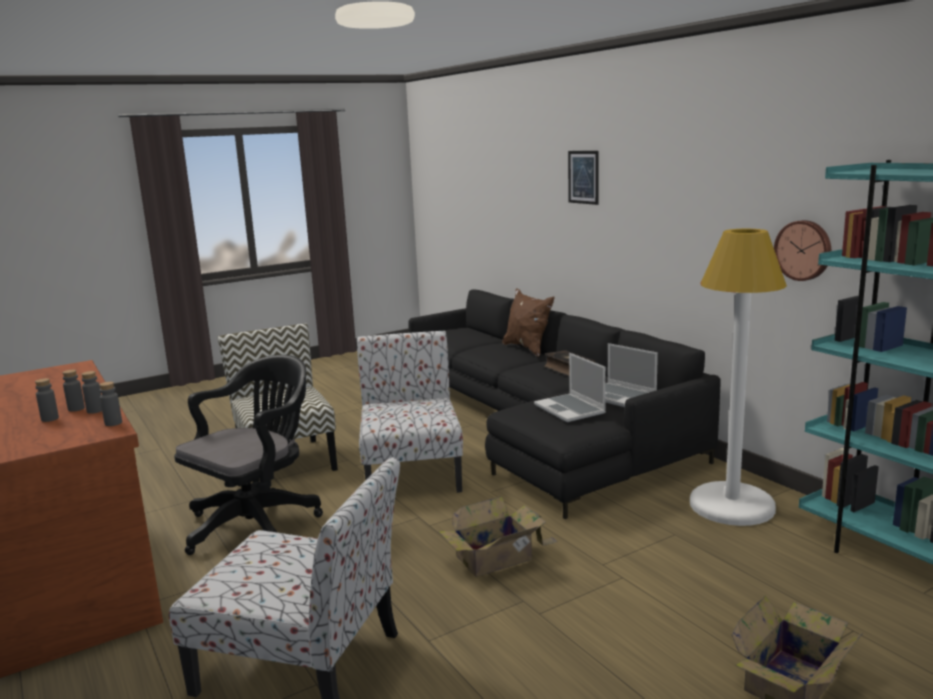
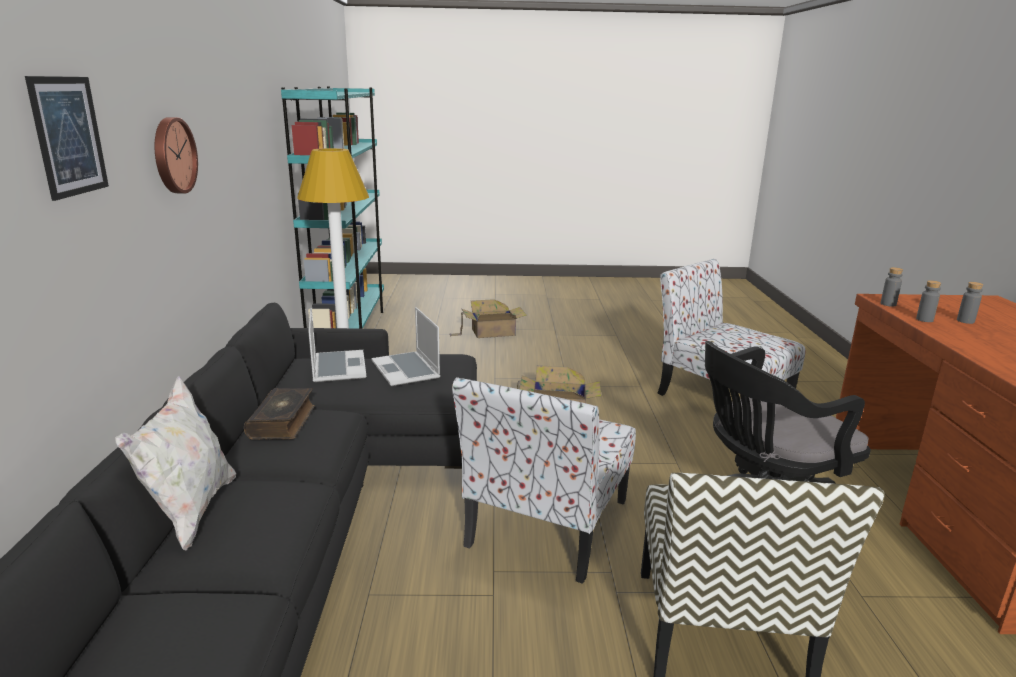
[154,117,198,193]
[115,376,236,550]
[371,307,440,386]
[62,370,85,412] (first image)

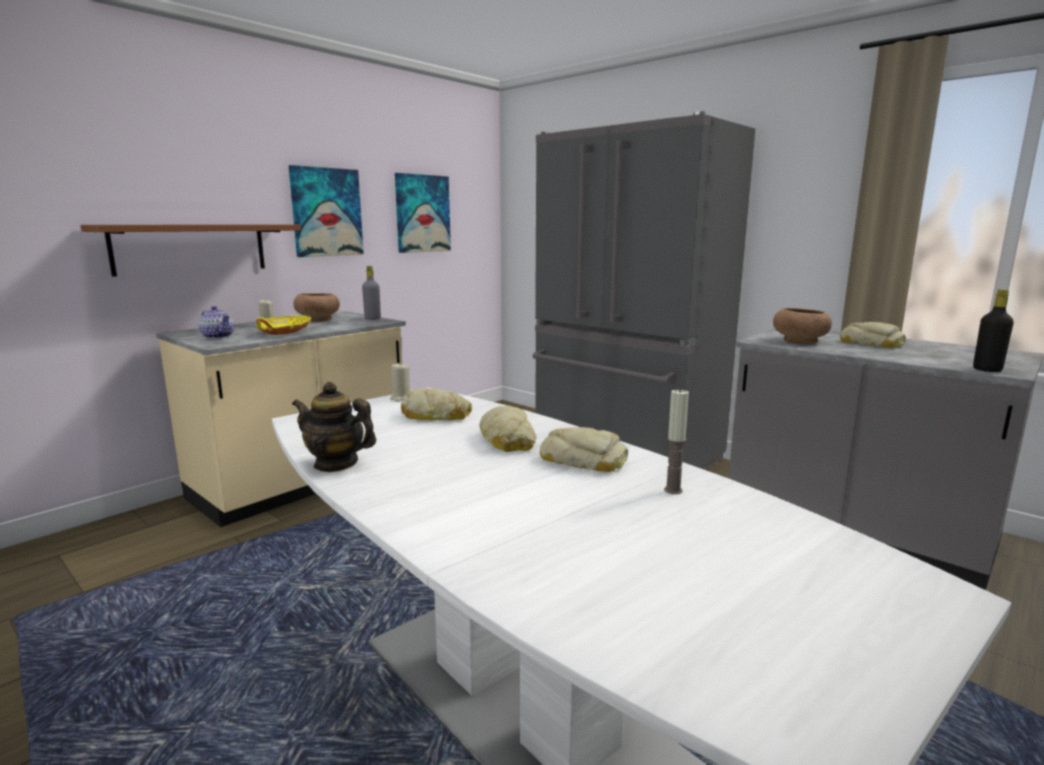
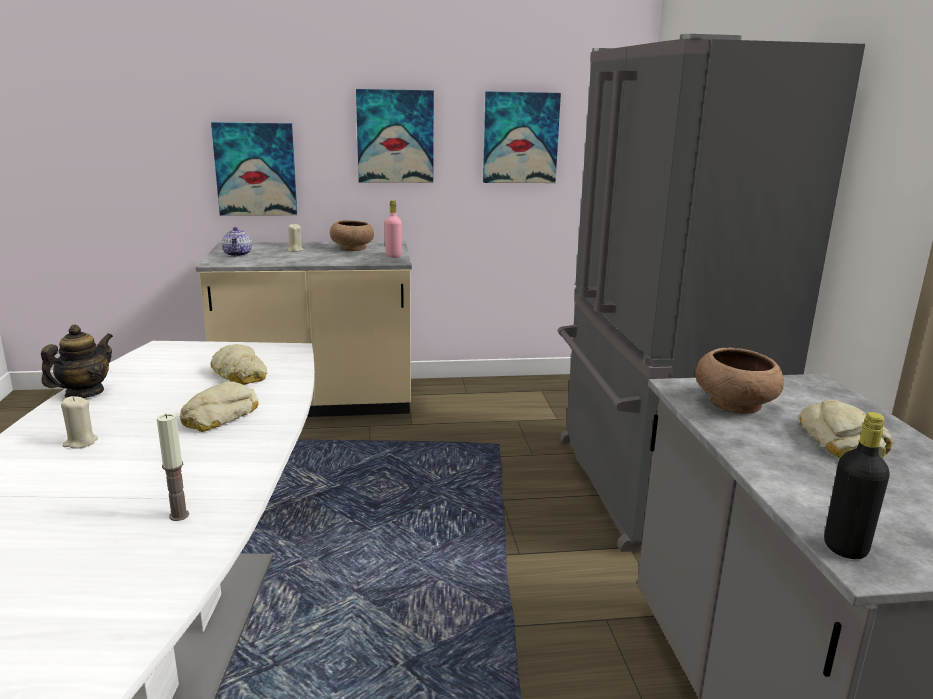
[211,122,297,215]
[385,200,402,258]
[256,315,311,335] (first image)
[61,396,98,449]
[41,324,113,398]
[540,427,628,472] (first image)

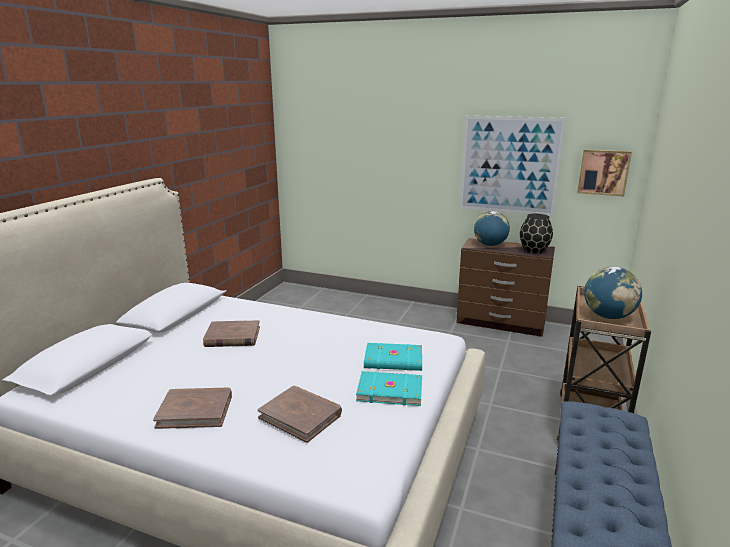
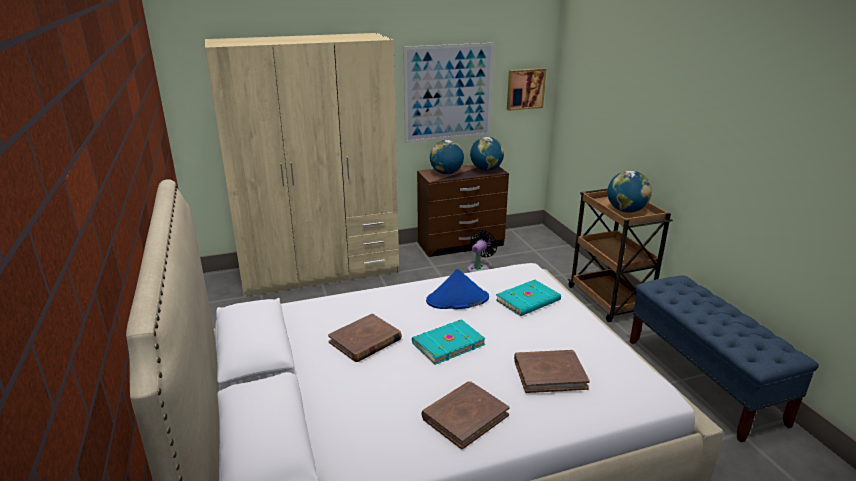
[470,137,504,171]
[412,319,486,365]
[205,33,399,297]
[467,229,497,273]
[426,269,489,309]

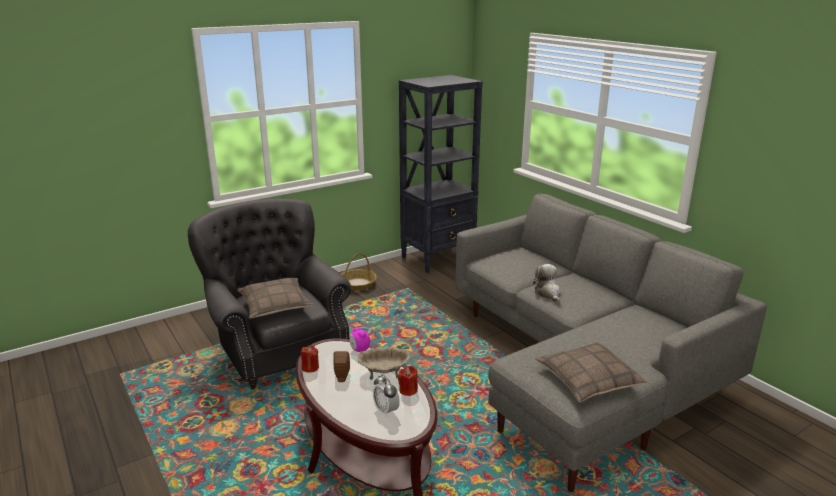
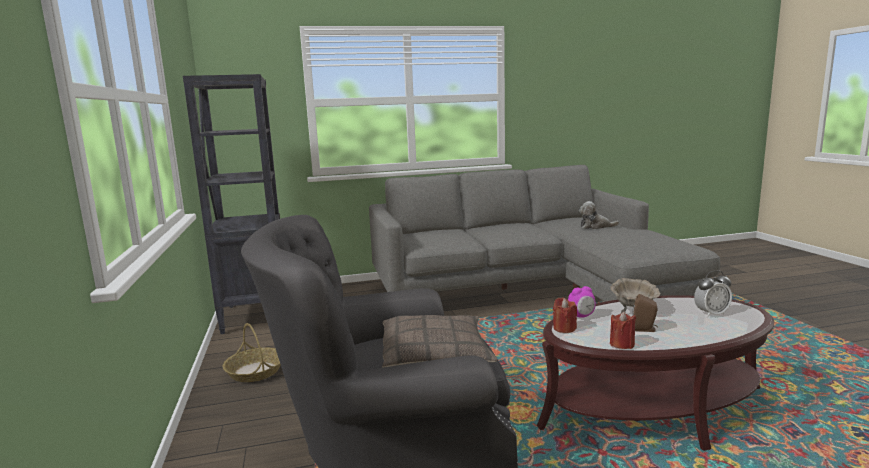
[579,201,619,229]
[535,342,647,402] (first image)
[553,298,577,333]

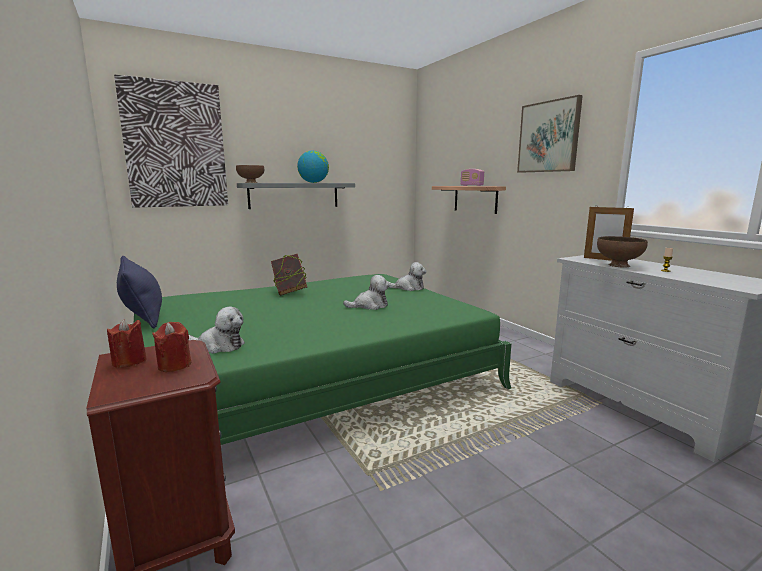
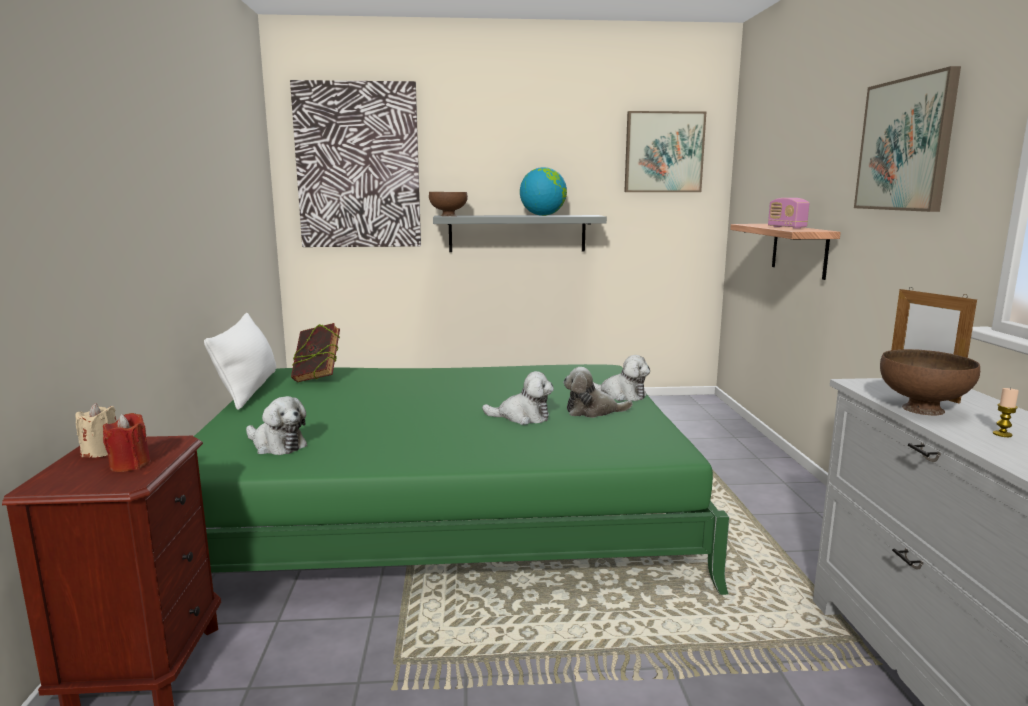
[291,323,340,382]
[204,313,276,410]
[75,403,116,458]
[624,111,706,192]
[563,367,633,418]

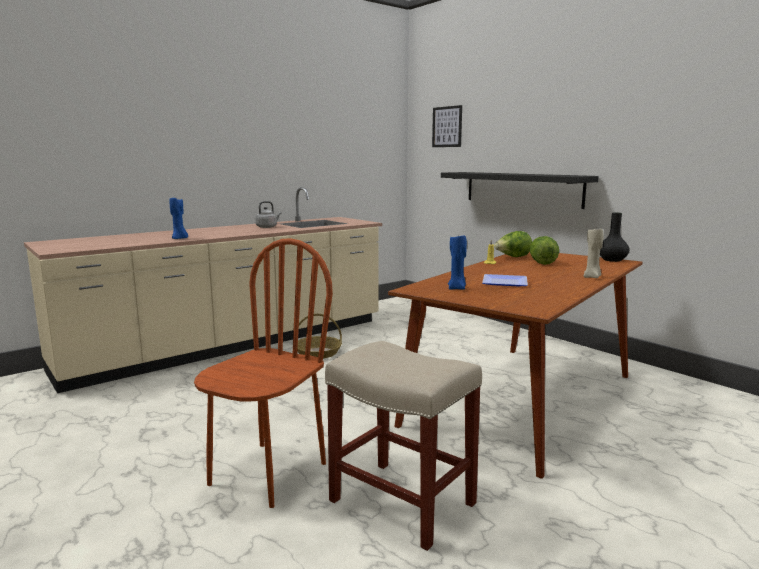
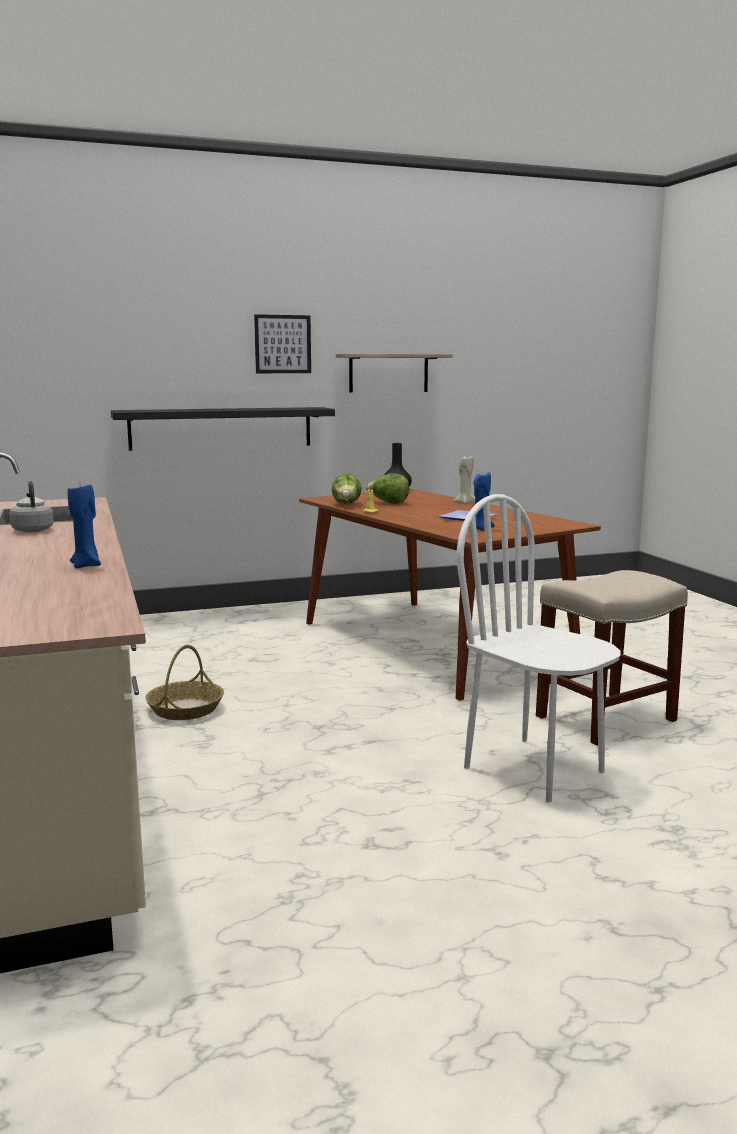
[254,314,311,373]
[457,494,621,803]
[336,354,453,393]

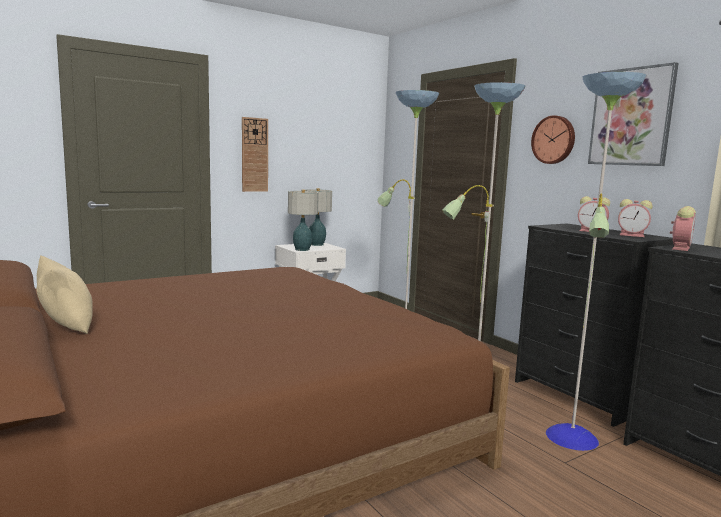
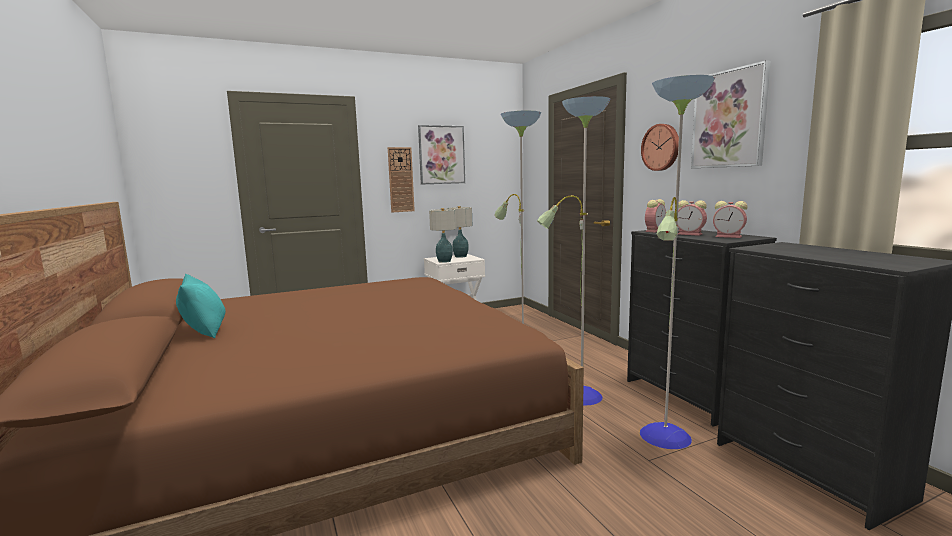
[645,199,666,232]
[176,274,226,338]
[418,125,465,184]

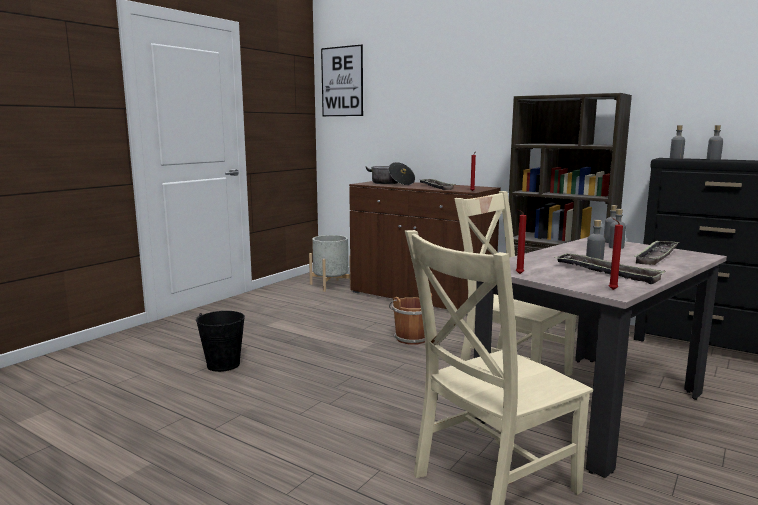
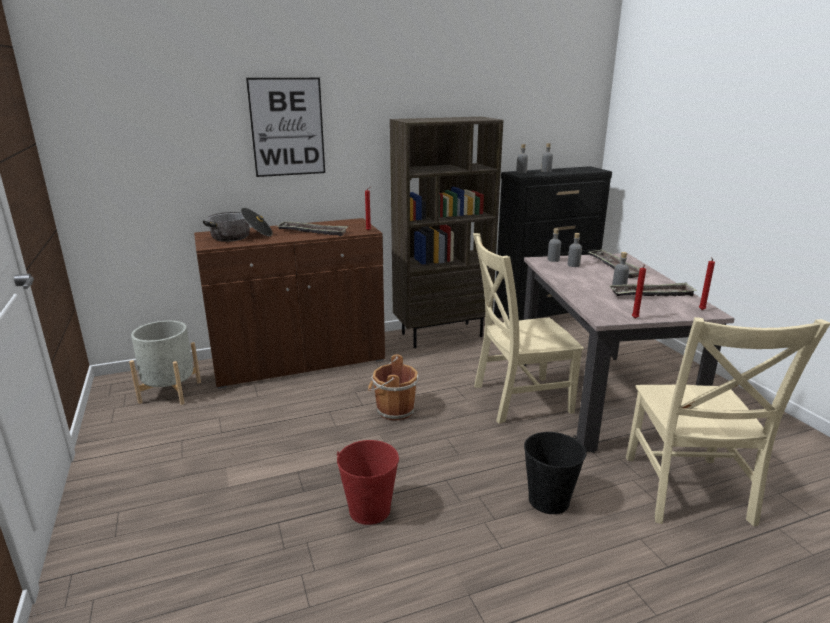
[246,78,325,177]
[524,432,587,514]
[337,440,399,525]

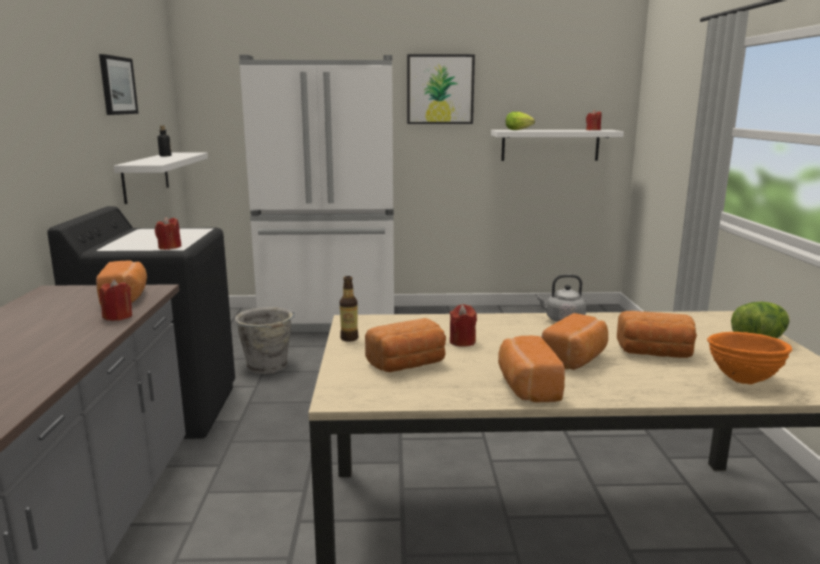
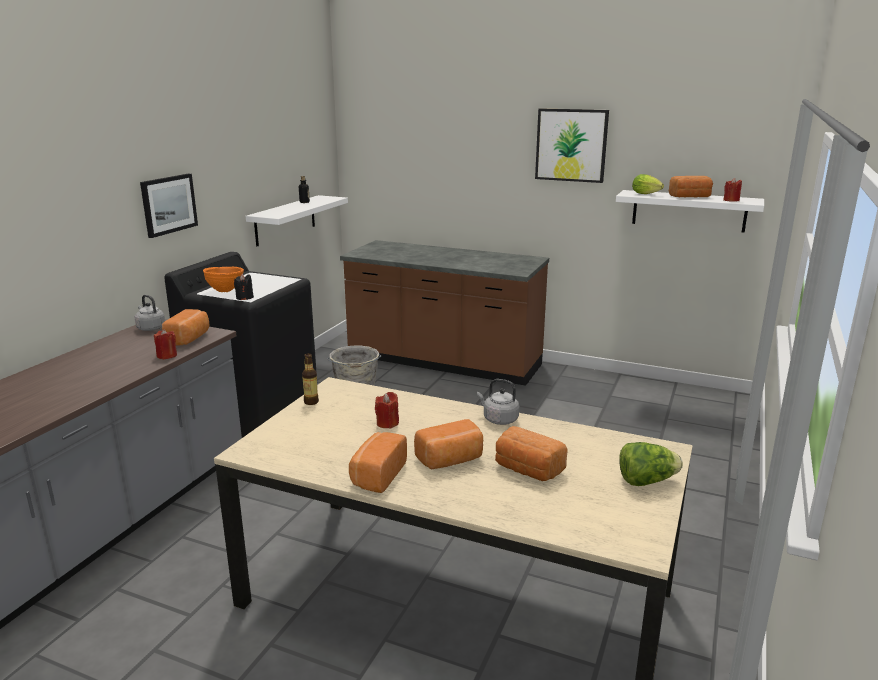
[140,174,198,238]
[340,240,549,386]
[234,274,254,300]
[669,176,713,198]
[203,267,244,292]
[135,295,165,331]

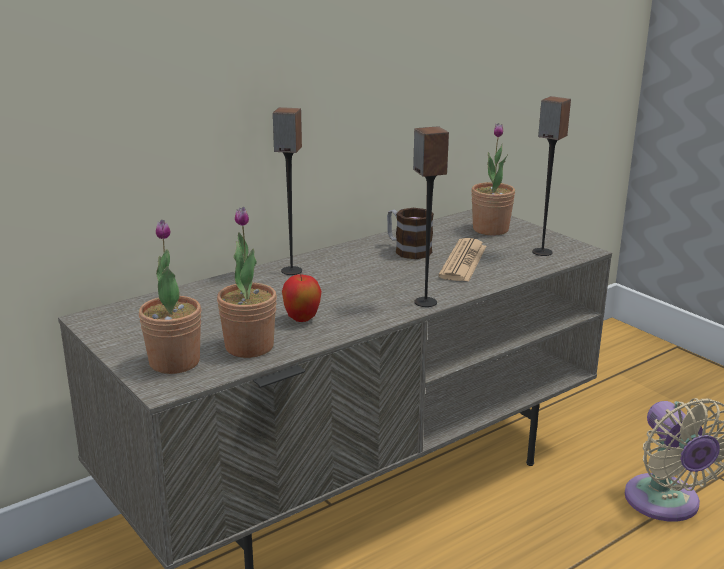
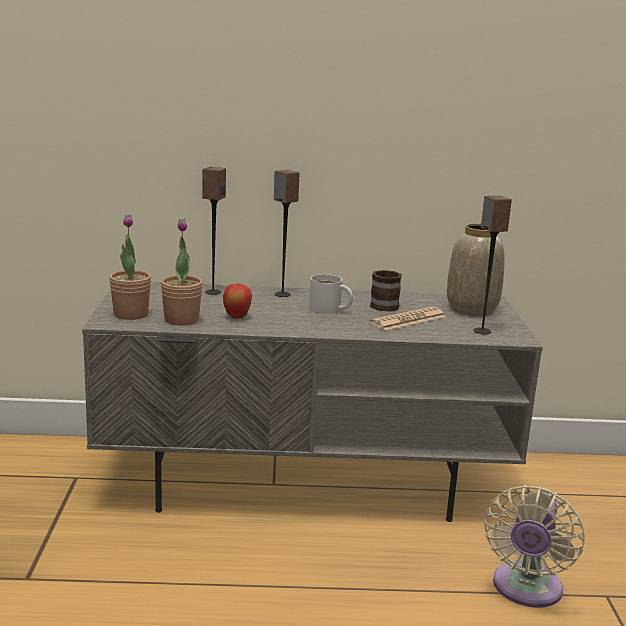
[447,223,505,316]
[202,167,226,295]
[309,274,353,314]

